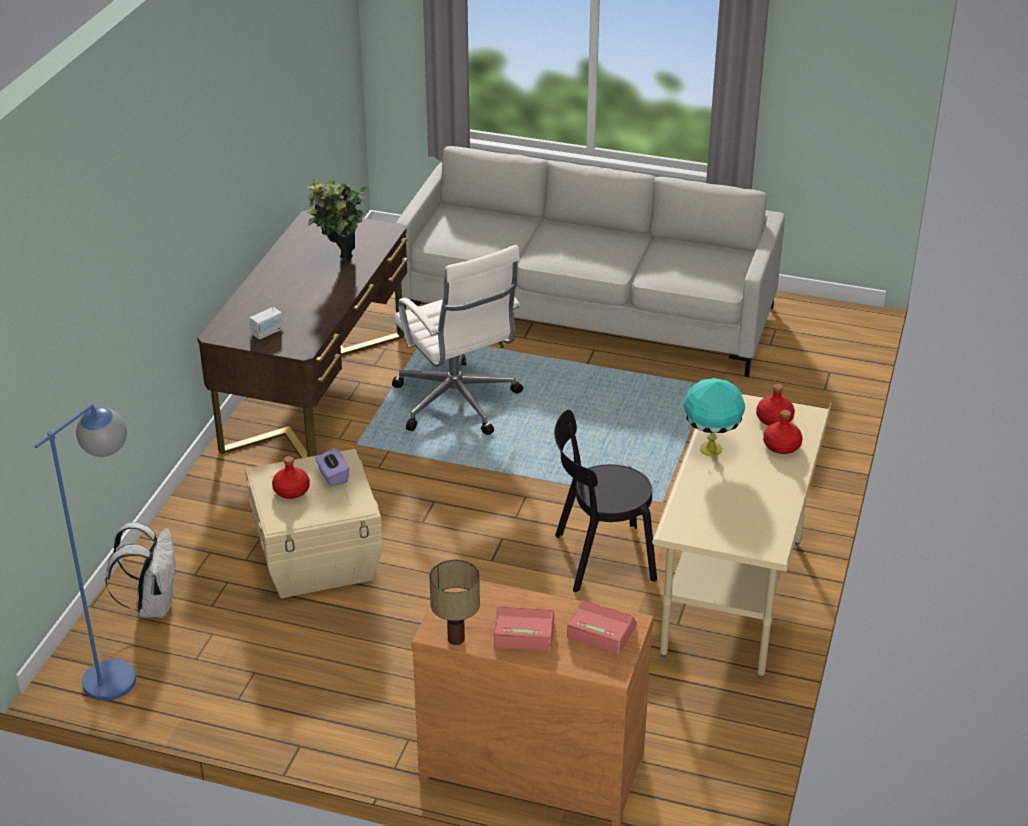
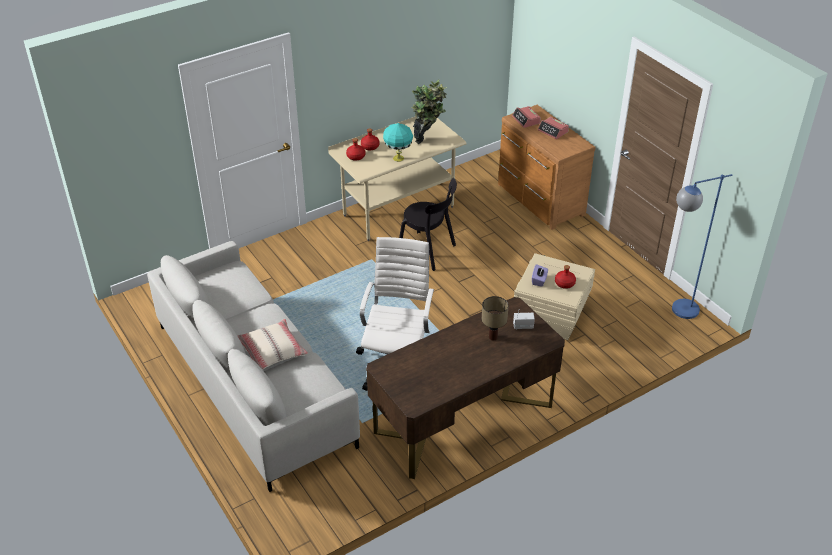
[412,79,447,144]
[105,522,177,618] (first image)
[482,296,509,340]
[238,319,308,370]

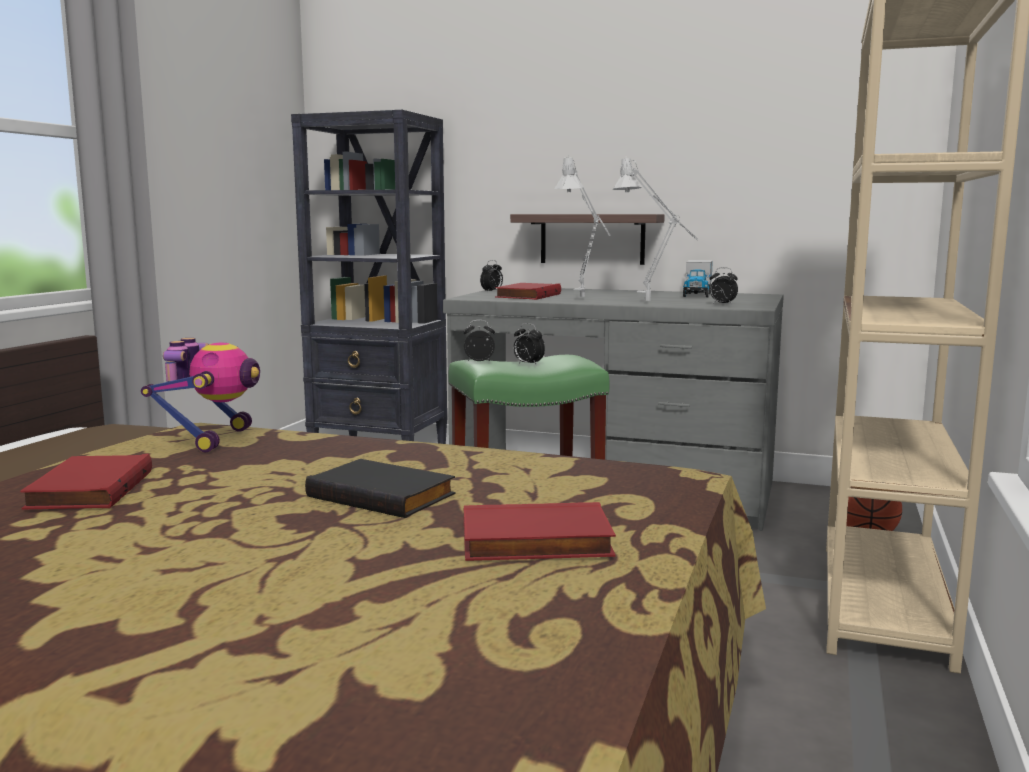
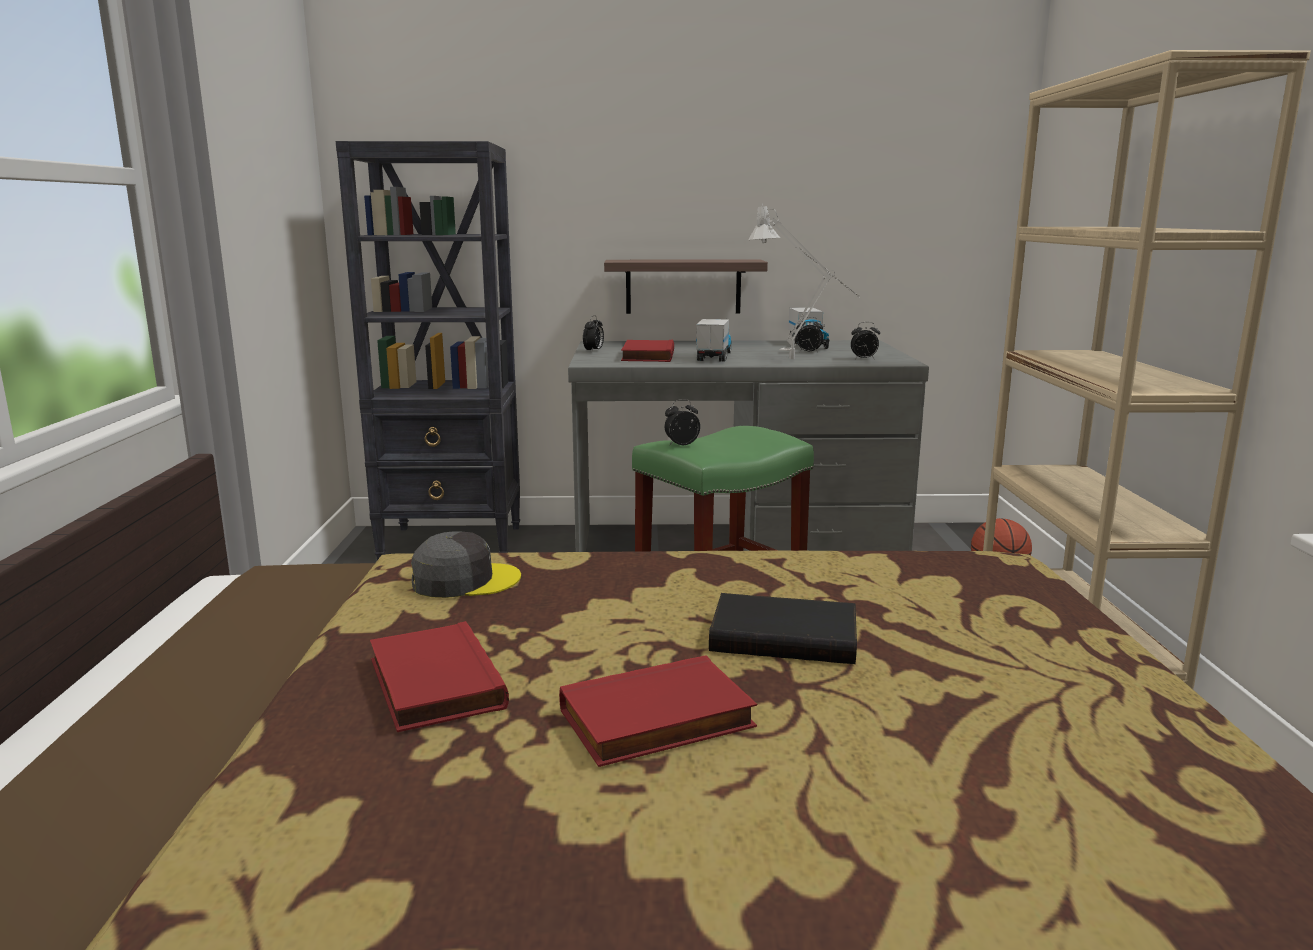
[696,319,732,362]
[796,317,823,353]
[411,531,521,598]
[559,655,757,767]

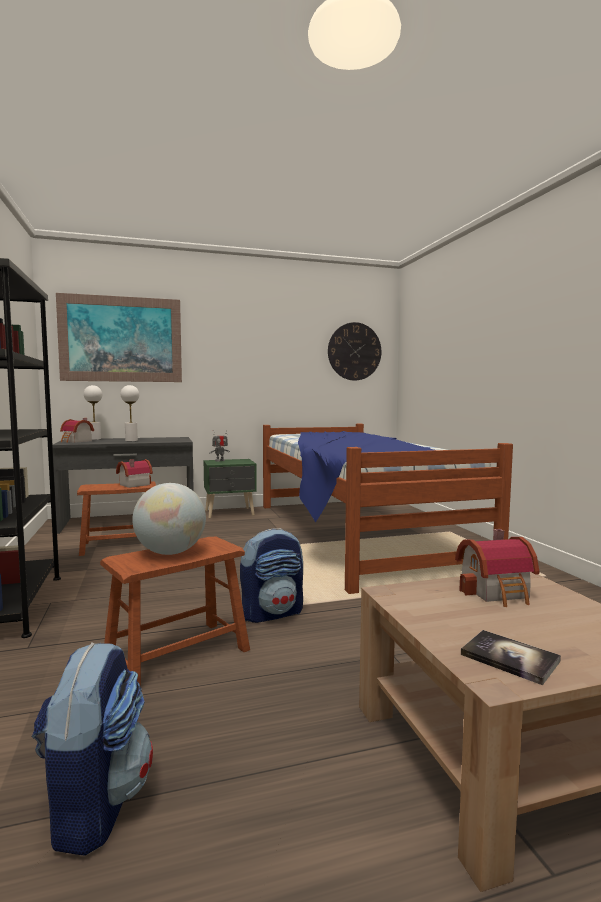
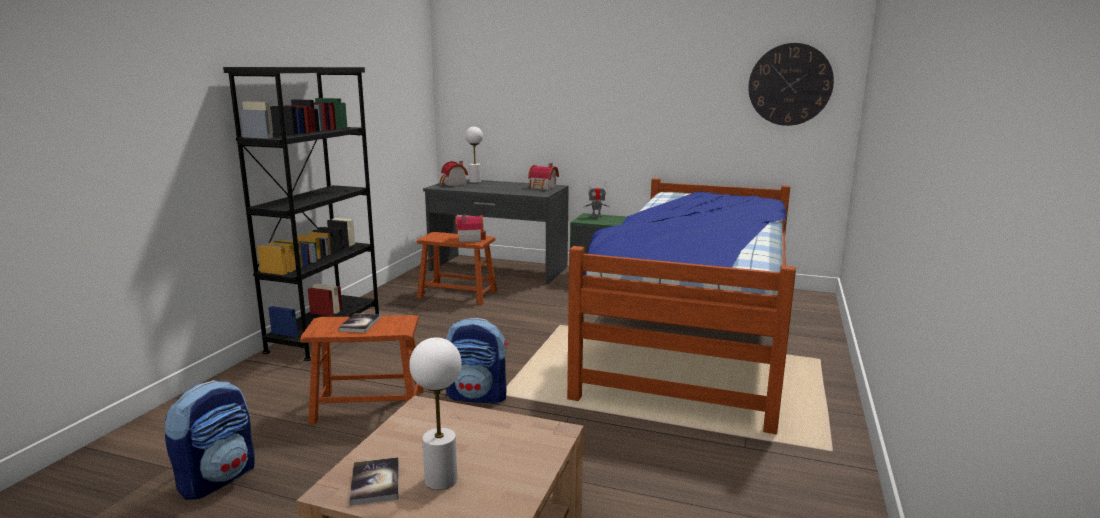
[56,293,182,382] (first image)
[409,337,461,490]
[338,313,381,333]
[528,163,559,190]

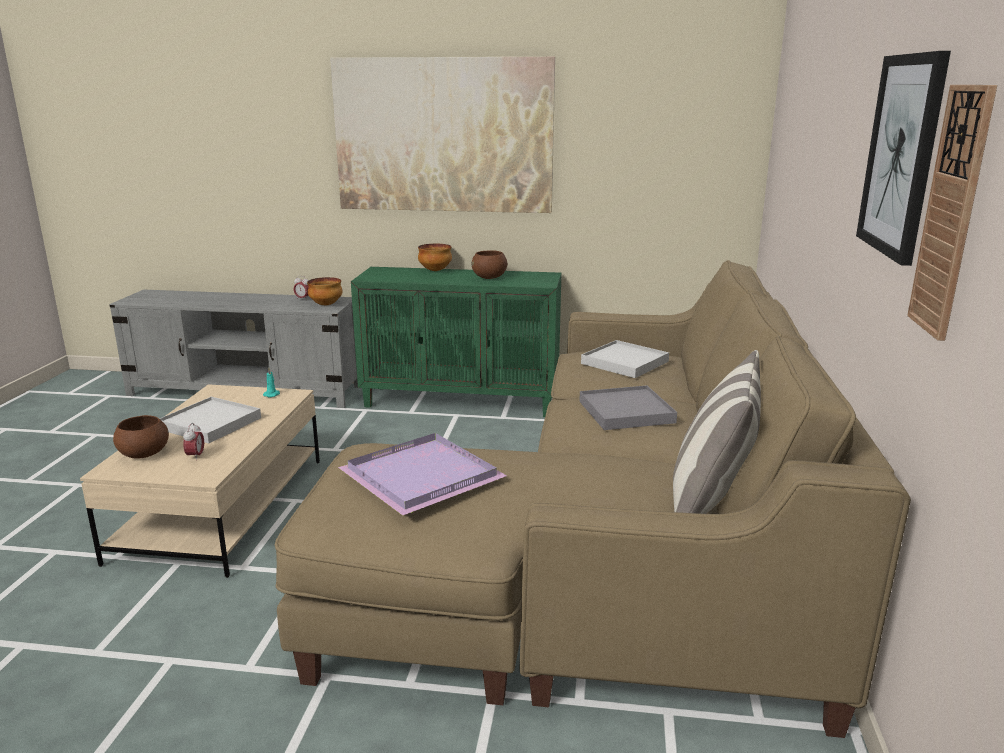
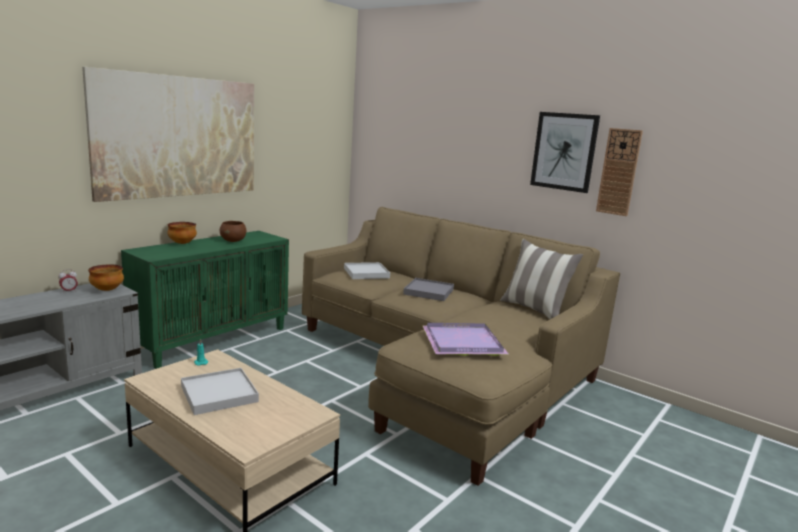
[113,415,169,459] (first image)
[183,423,204,461] (first image)

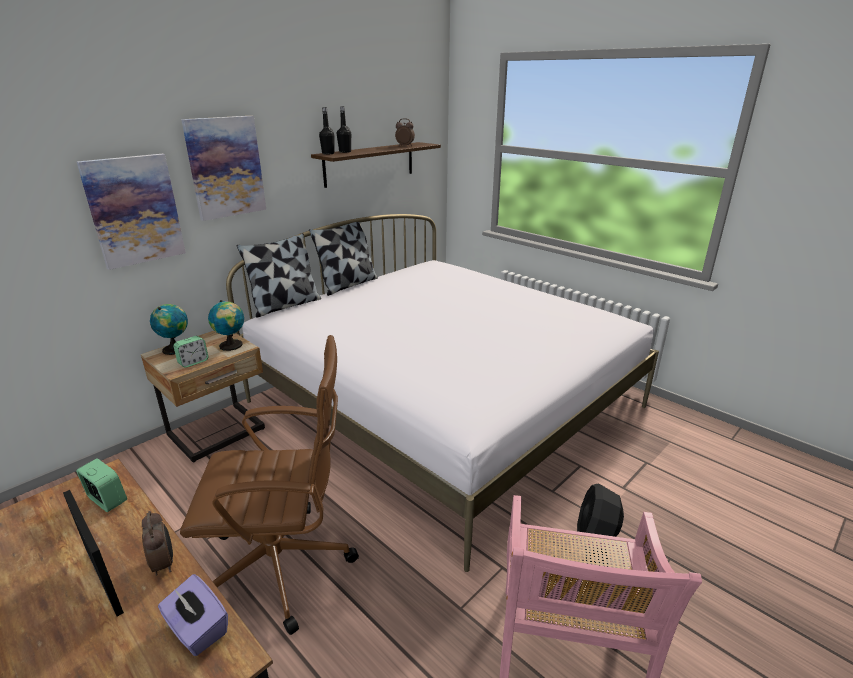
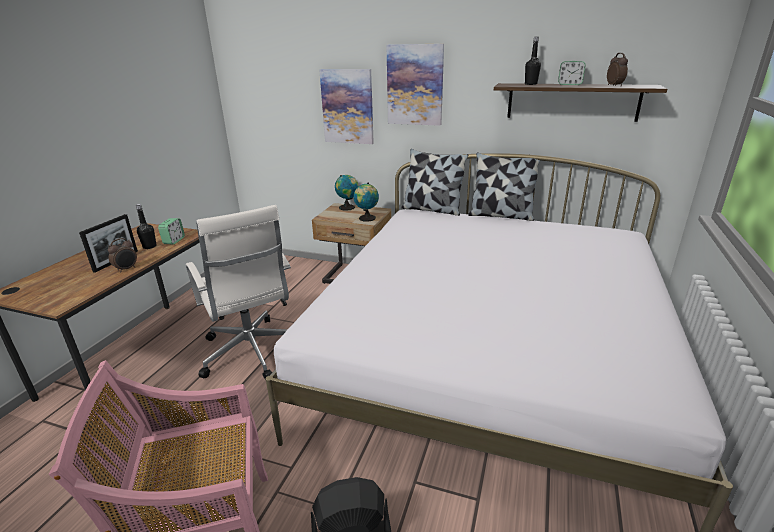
[136,204,156,249]
[186,205,291,380]
[558,61,586,85]
[158,574,228,656] (first image)

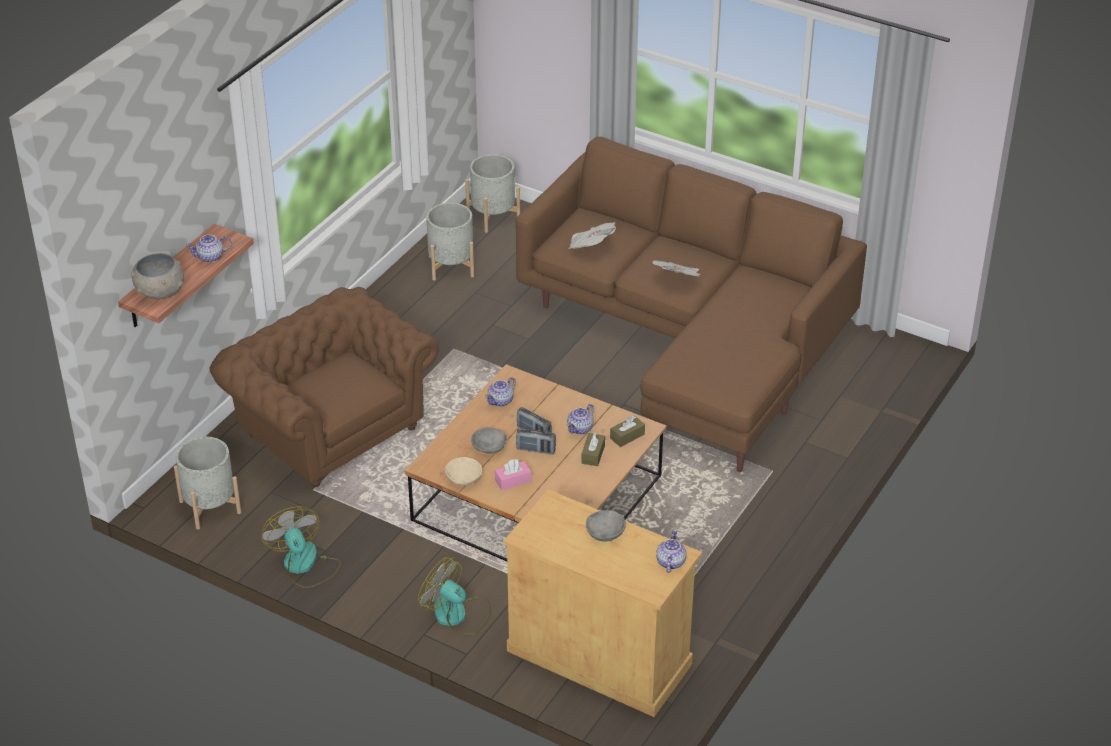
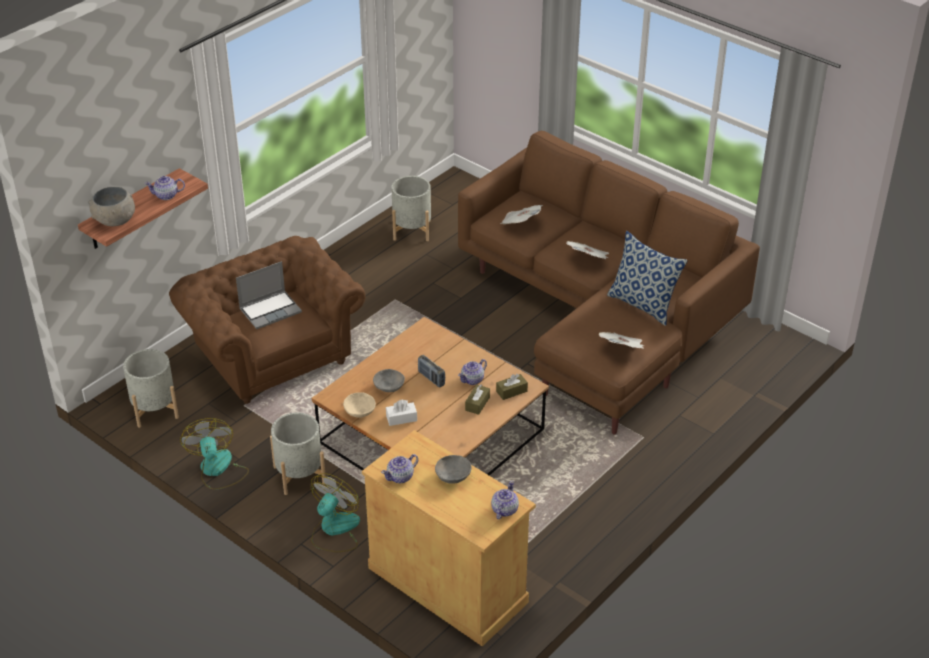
[270,413,326,495]
[381,454,418,483]
[516,428,556,454] (first image)
[386,400,417,426]
[311,473,360,552]
[607,231,688,326]
[236,261,302,329]
[599,332,644,349]

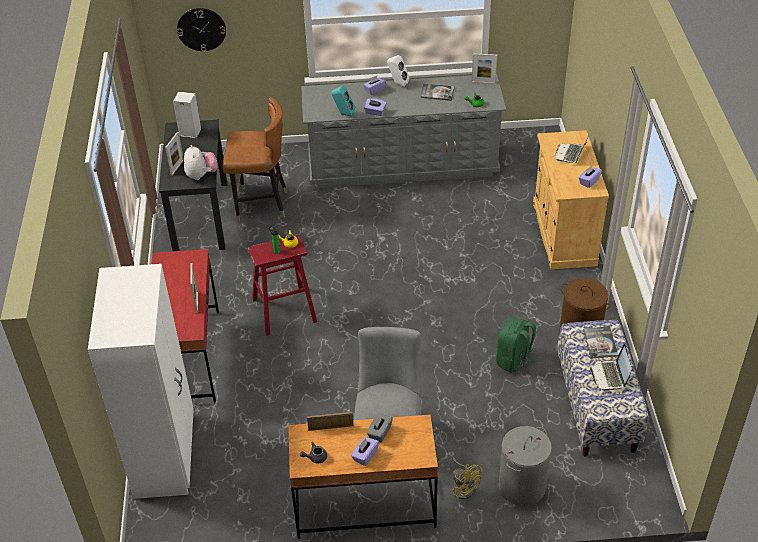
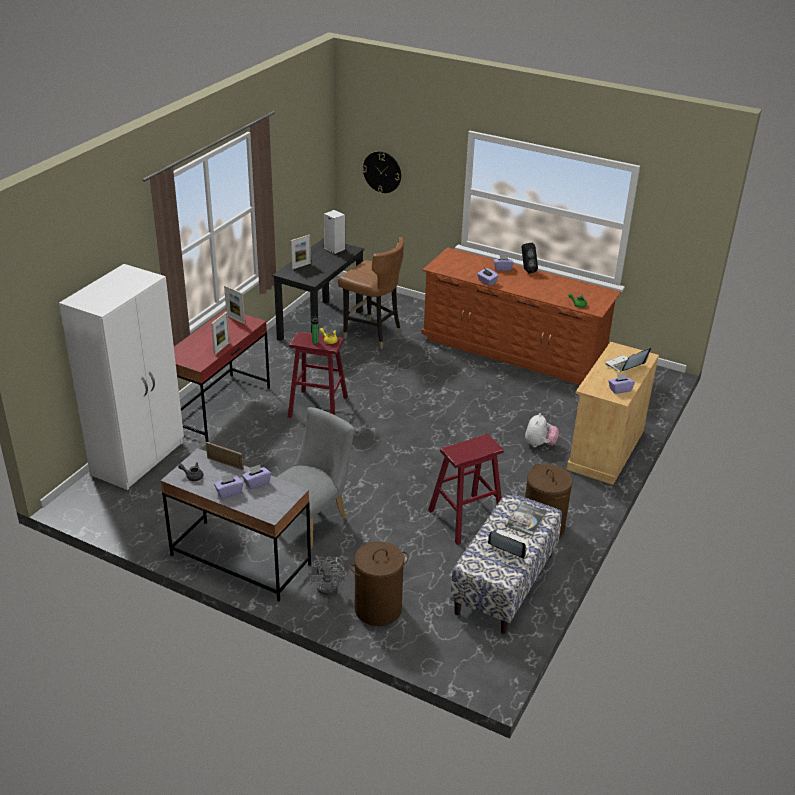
[224,285,245,324]
[522,243,538,274]
[421,247,621,385]
[420,83,455,101] (first image)
[331,85,355,117] (first image)
[525,413,559,447]
[428,434,504,545]
[488,530,529,559]
[160,448,311,601]
[242,465,271,489]
[350,541,409,626]
[308,556,346,595]

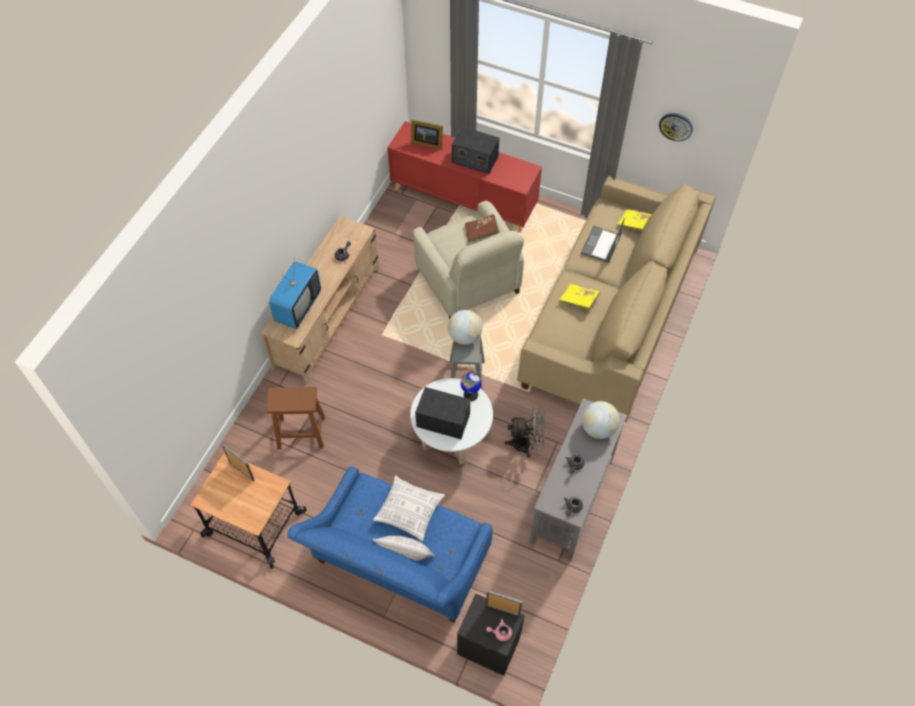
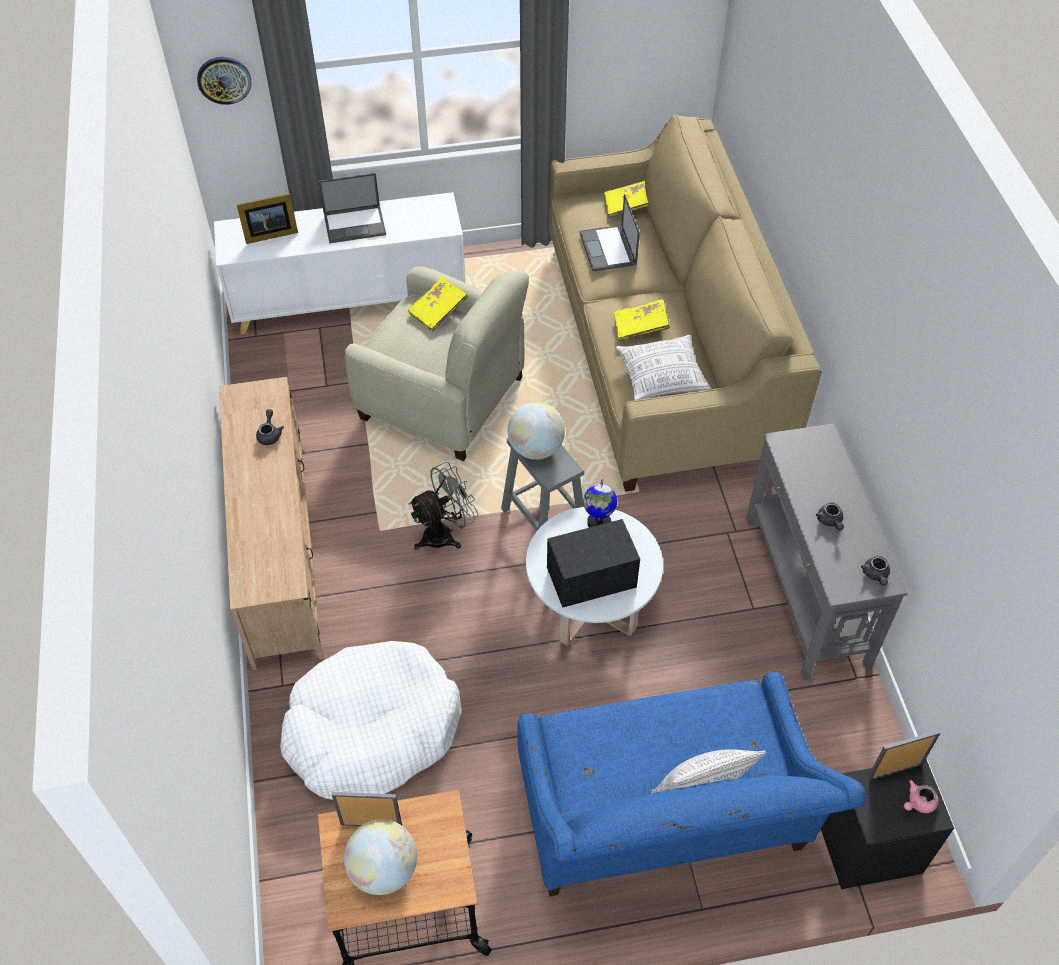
[197,57,252,105]
[214,192,466,334]
[318,173,386,244]
[408,277,468,331]
[269,258,321,329] (first image)
[280,641,462,800]
[344,819,417,895]
[409,462,478,550]
[616,335,711,400]

